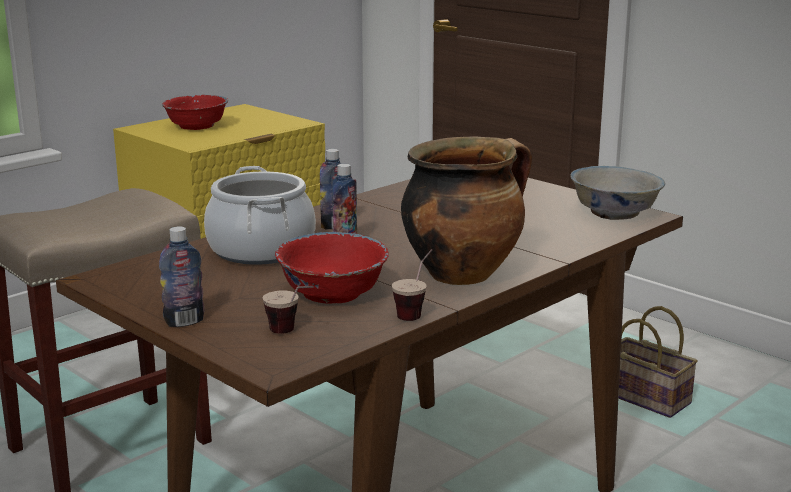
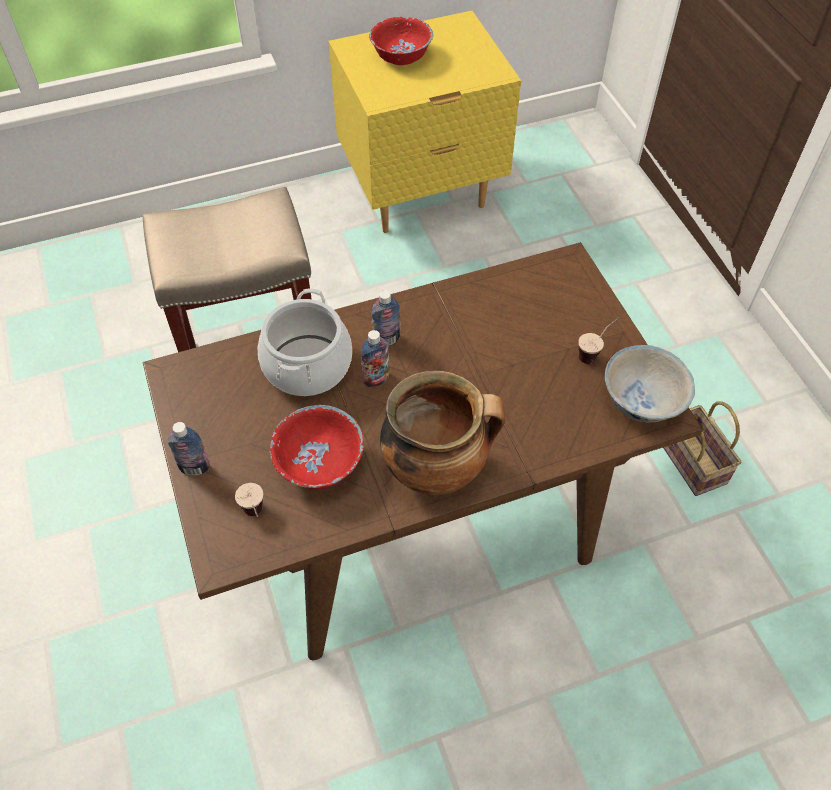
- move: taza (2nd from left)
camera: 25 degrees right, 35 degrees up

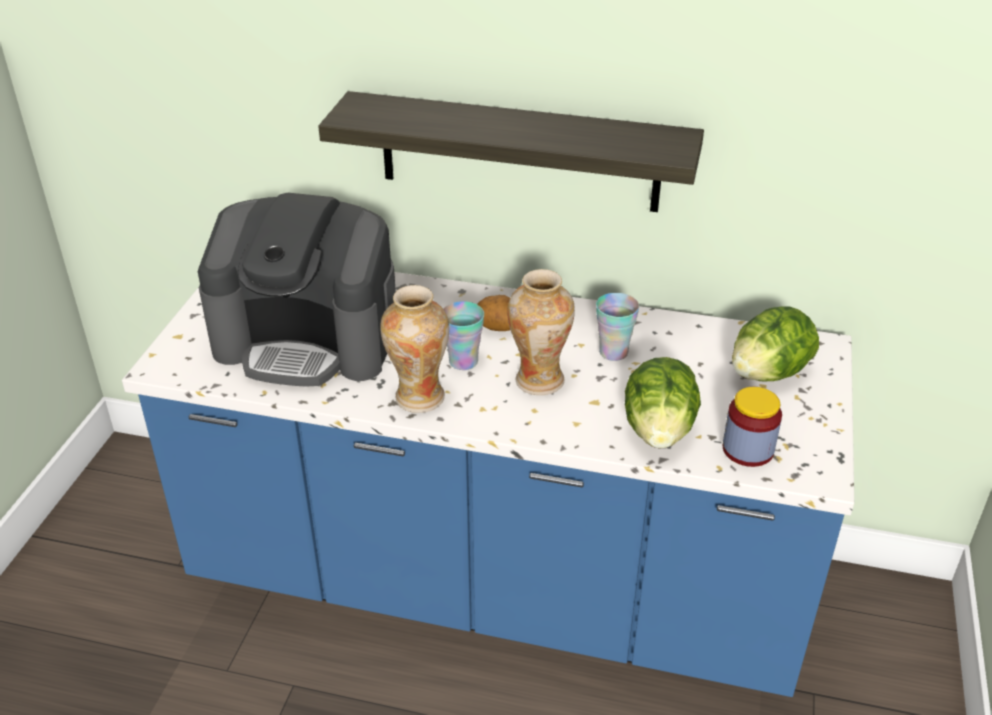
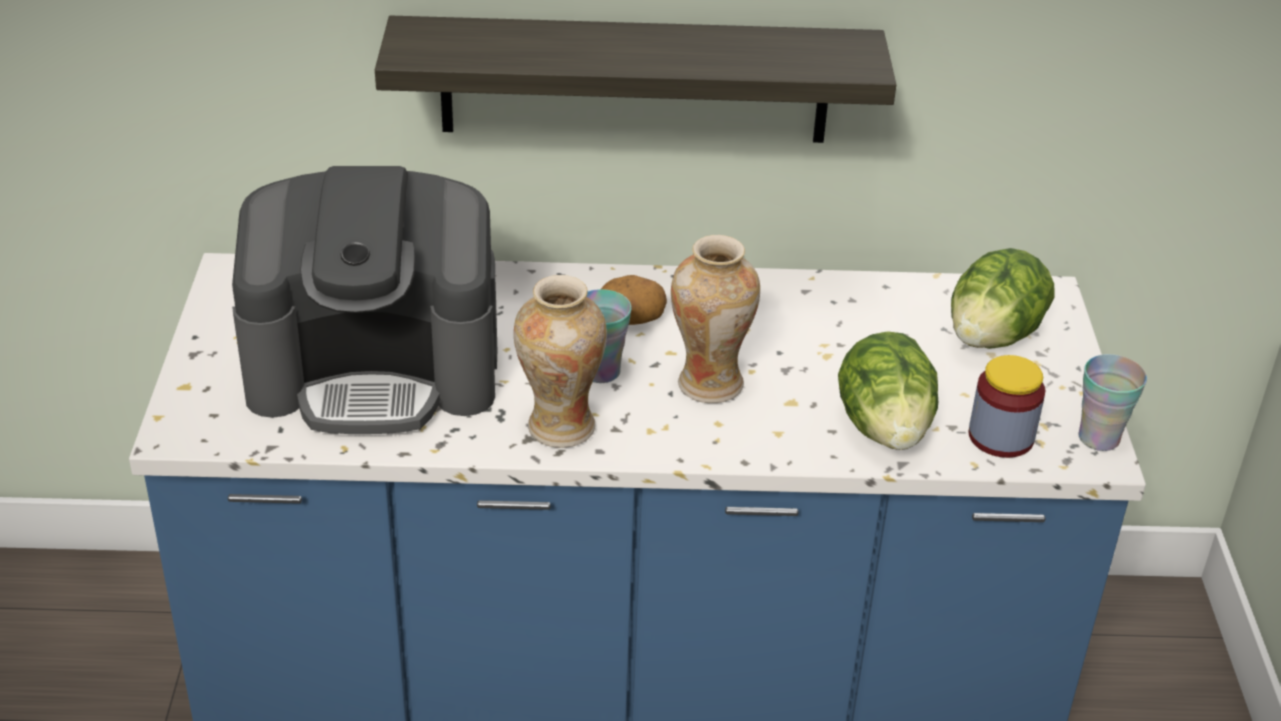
- move: taza (2nd from left)
camera: 15 degrees left, 0 degrees up

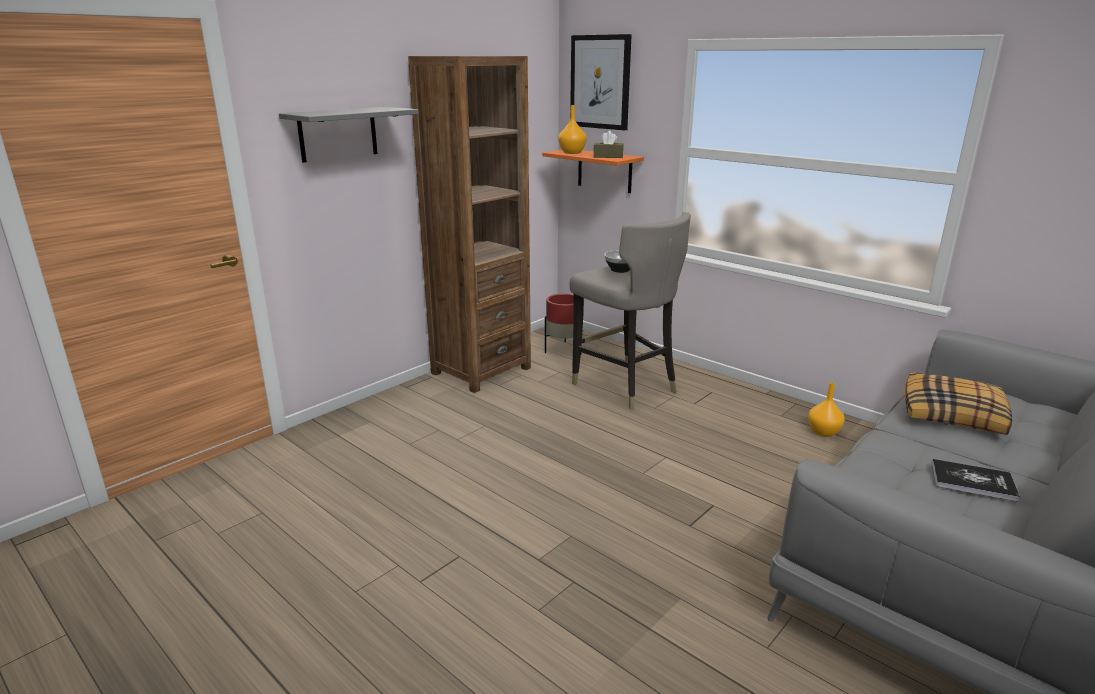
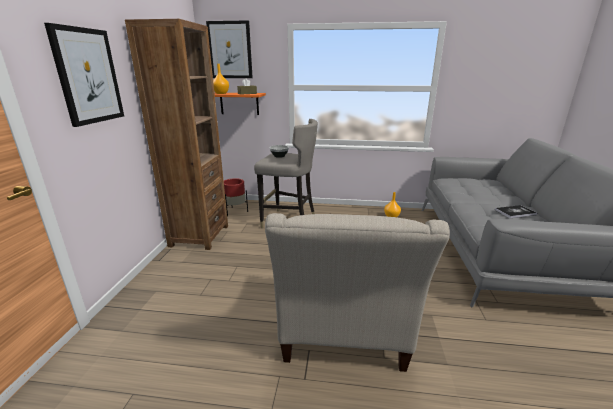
- delete: cojín
- insert: sillón/beis
- replace: estante/gris to cuadro (1st from left)
camera: 35 degrees left, 0 degrees up

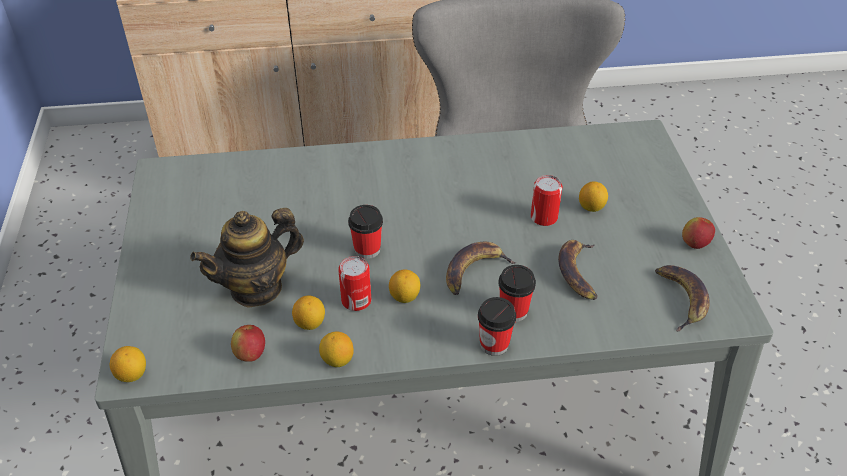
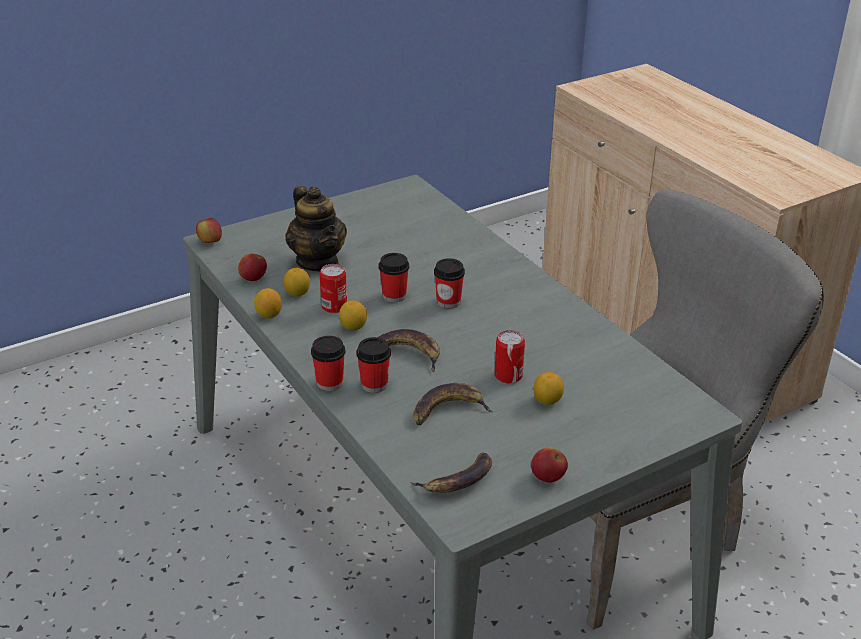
- insert: taza (4th from left)
- replace: limón (1st from left) to manzana (1st from left)
- rotate: tetera 150 degrees counterclockwise
camera: 65 degrees right, 10 degrees down

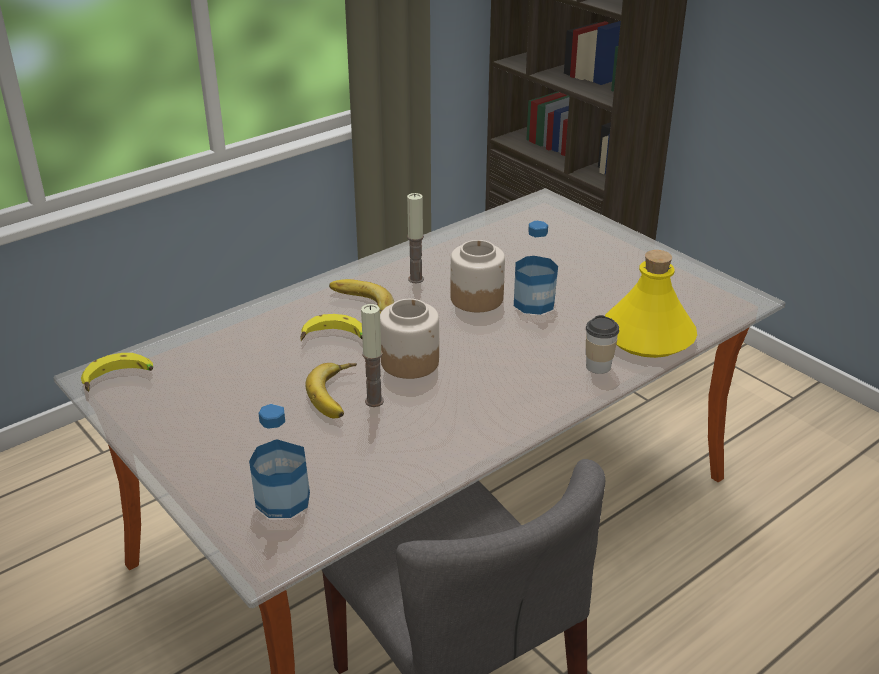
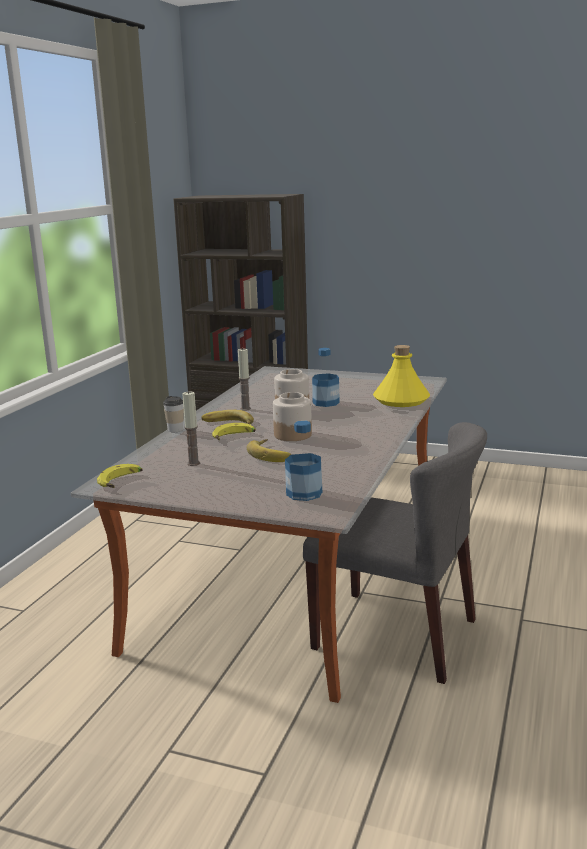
- move: vela (1st from left)
- move: taza
camera: 30 degrees left, 15 degrees down

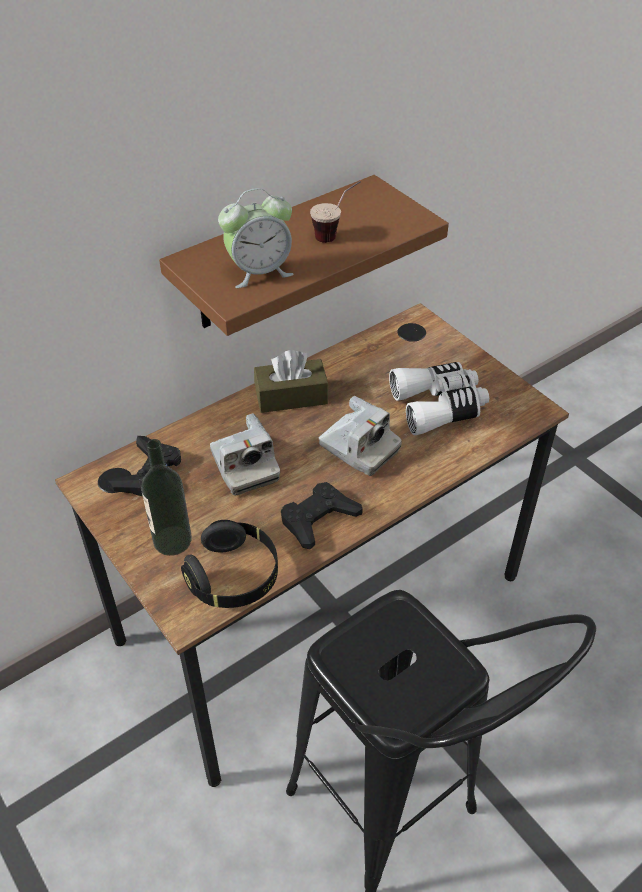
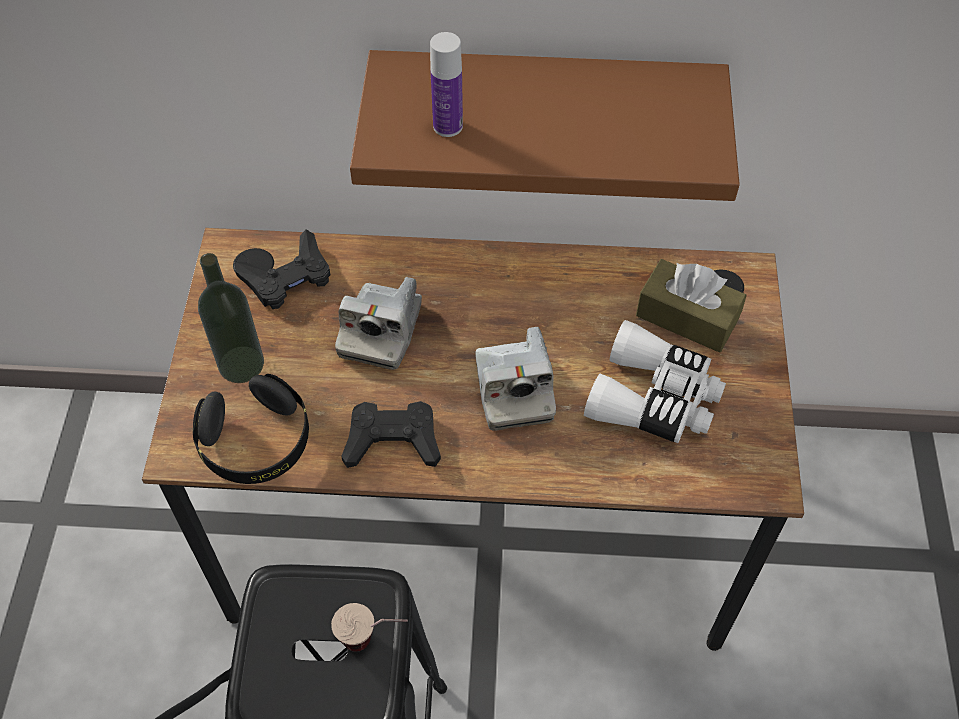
- move: caja de pañuelos/marrón
- move: taza
- replace: despertador to botella (2nd from left)
camera: 40 degrees right, 10 degrees up

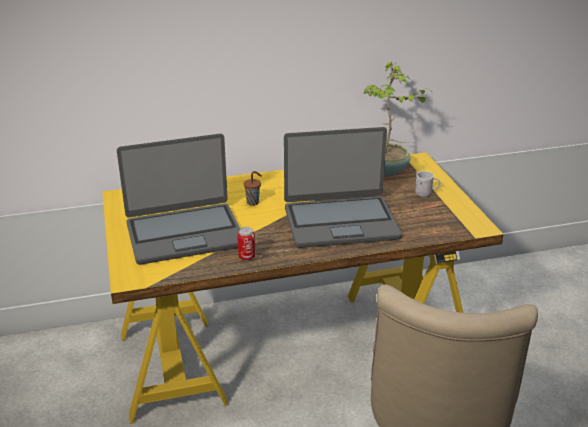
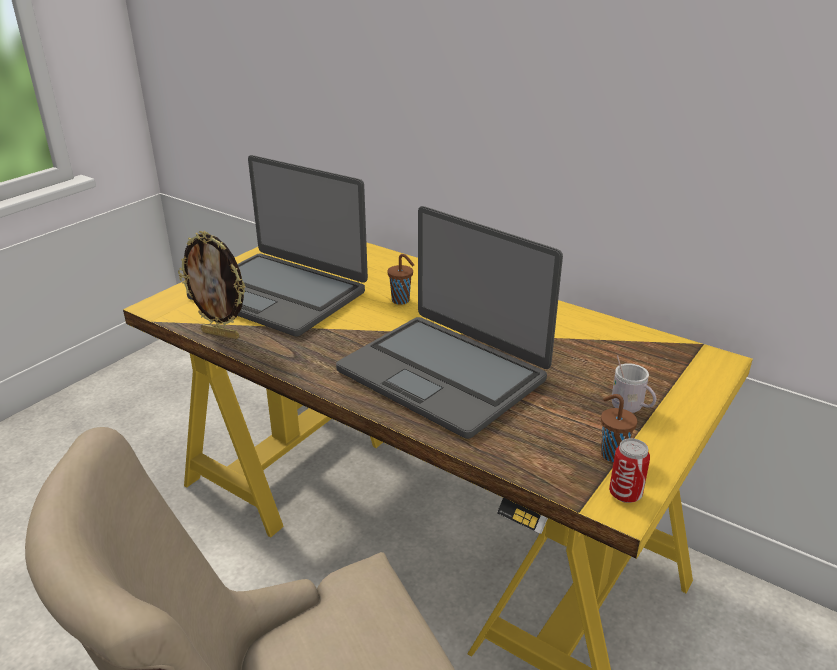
- delete: planta en maceta
- insert: portarretratos
- insert: taza/marrón (2nd from left)
- move: lata
camera: 50 degrees right, 0 degrees up

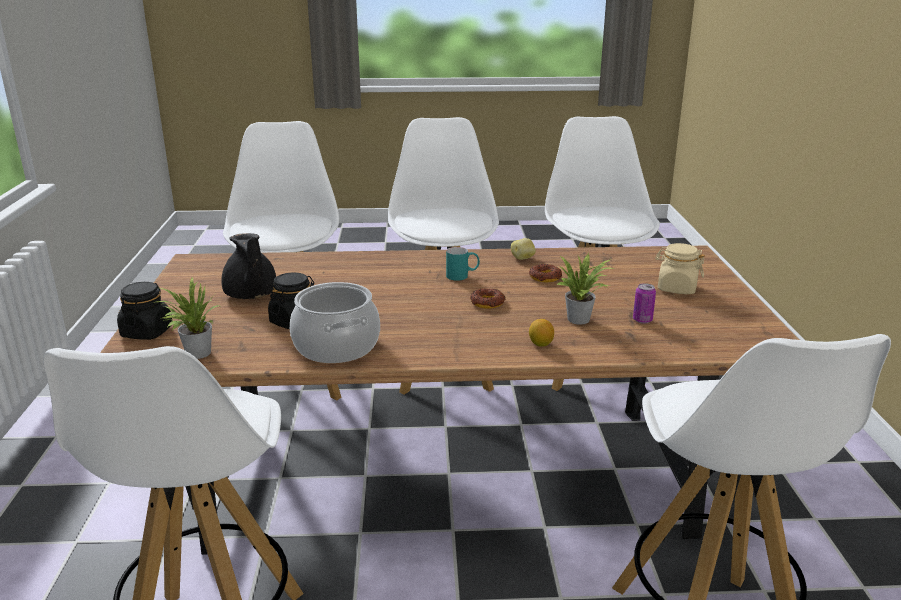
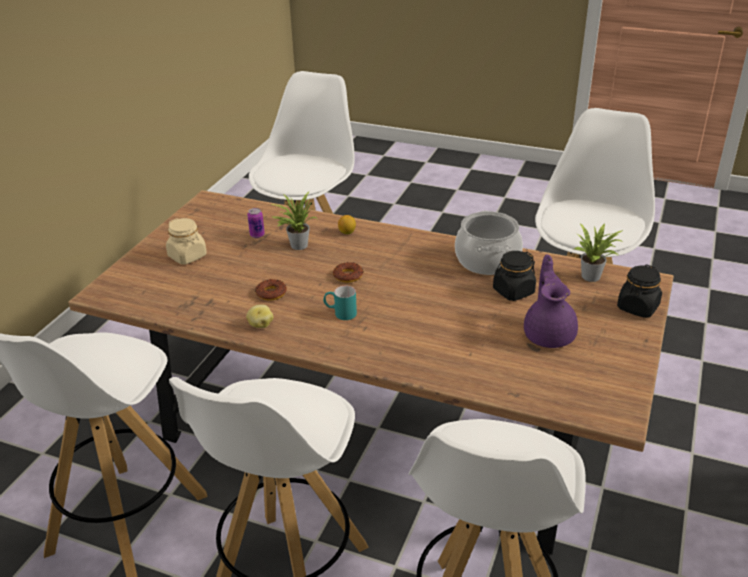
- recolor: tetera/negro to tetera/morado
camera: 155 degrees left, 10 degrees up

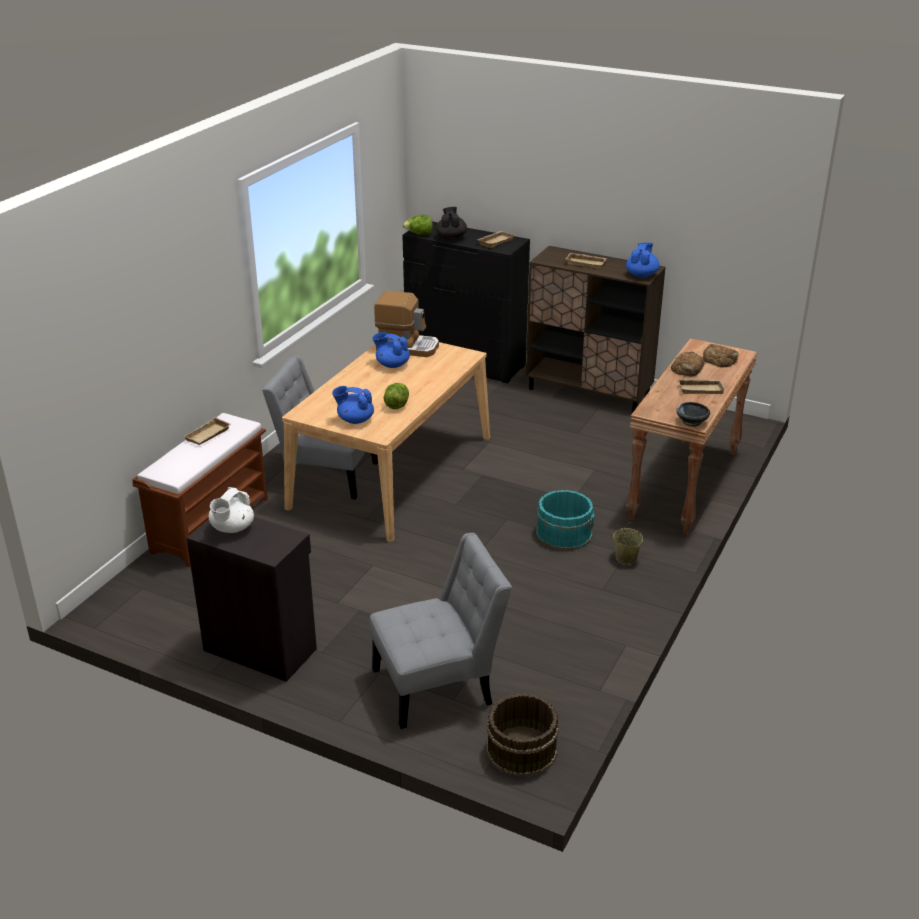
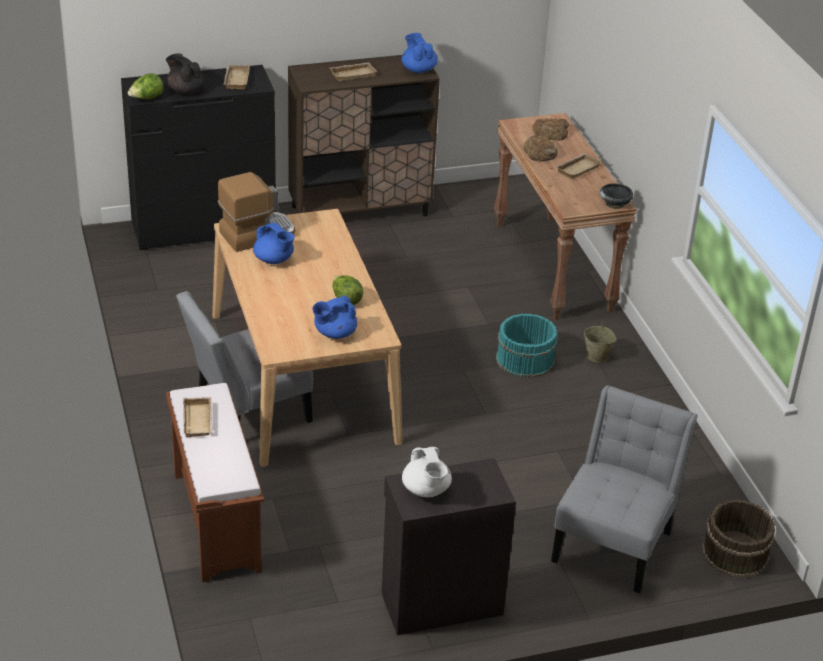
- rotate: tetera/azul (2nd from left in the first image) 120 degrees counterclockwise
camera: 45 degrees left, 5 degrees up

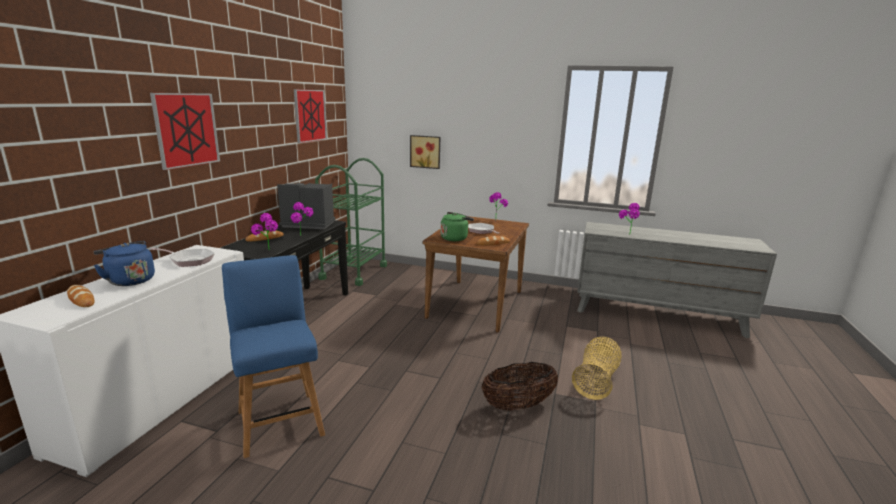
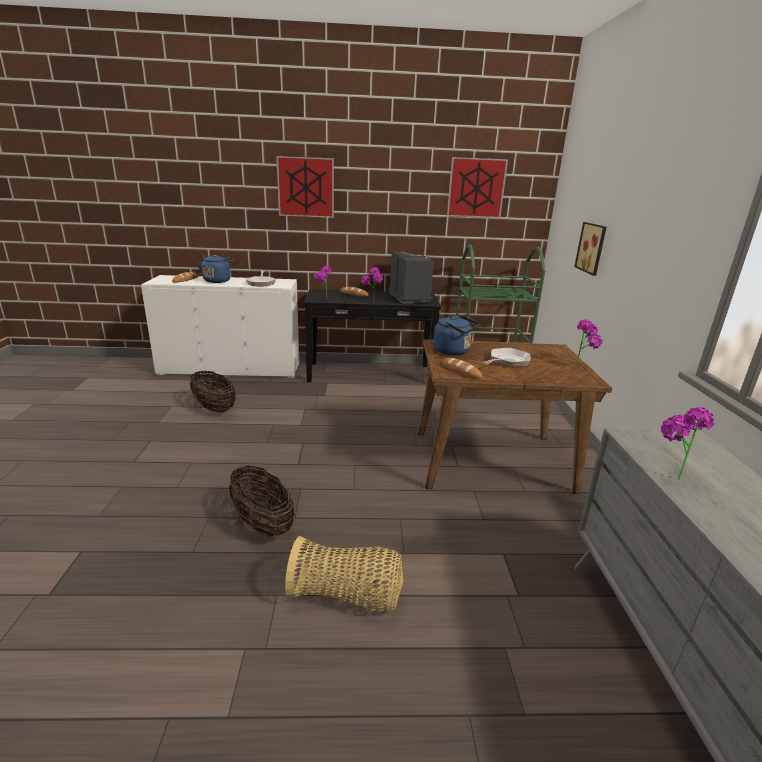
- replace: silla/azul to cesta (1st from left)
- recolor: hervidor/verde to hervidor/azul (2nd from left)
camera: 70 degrees right, 5 degrees up

